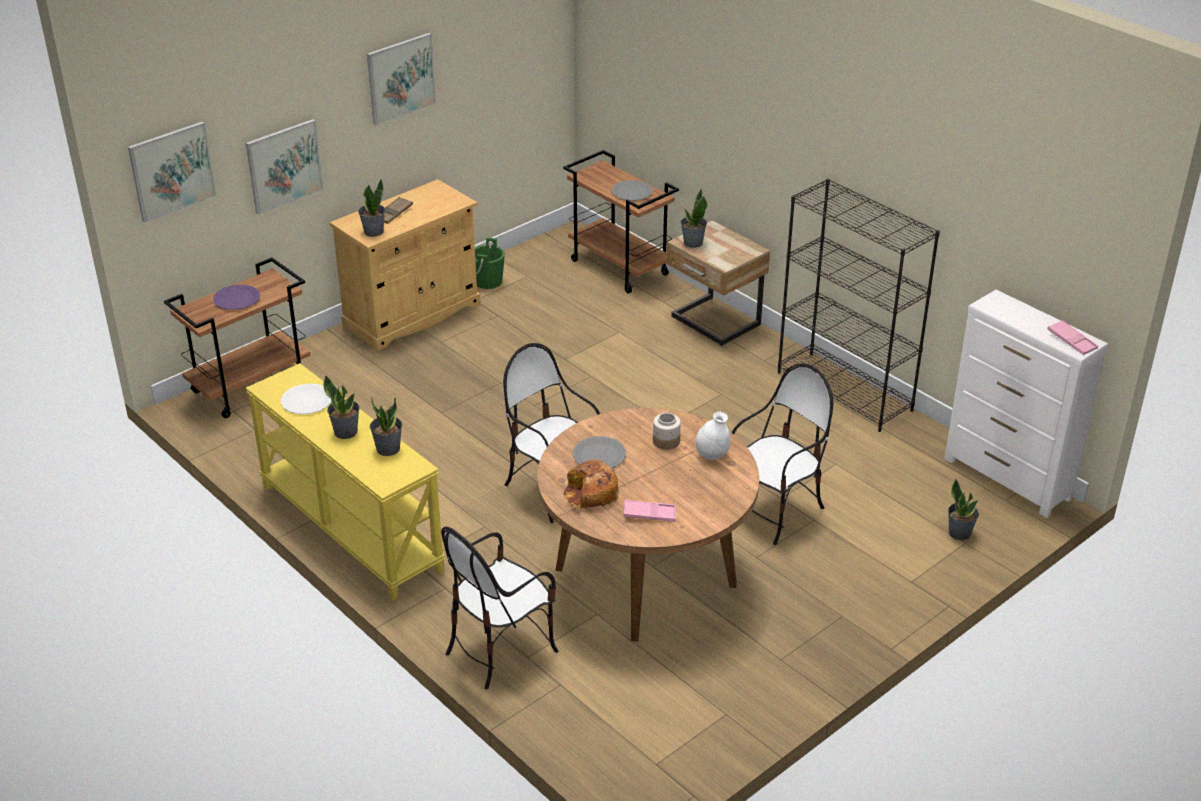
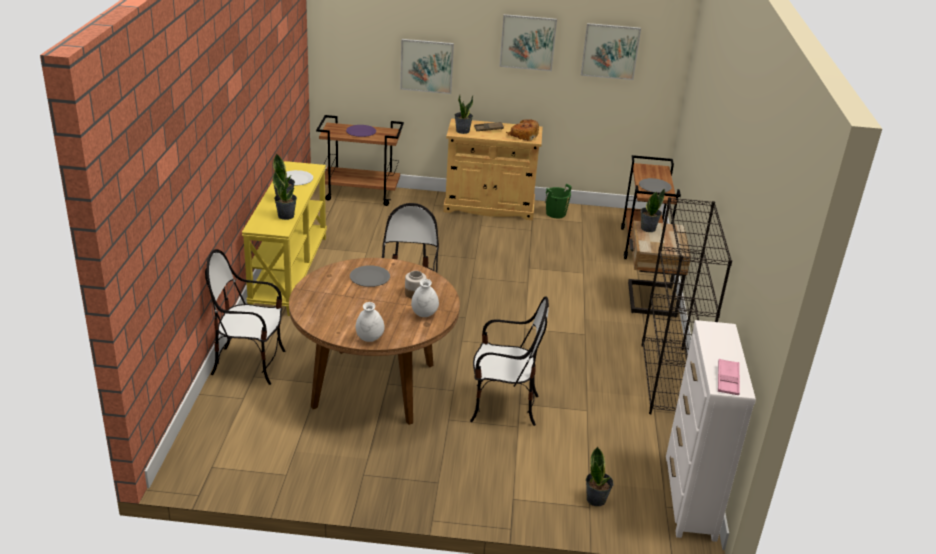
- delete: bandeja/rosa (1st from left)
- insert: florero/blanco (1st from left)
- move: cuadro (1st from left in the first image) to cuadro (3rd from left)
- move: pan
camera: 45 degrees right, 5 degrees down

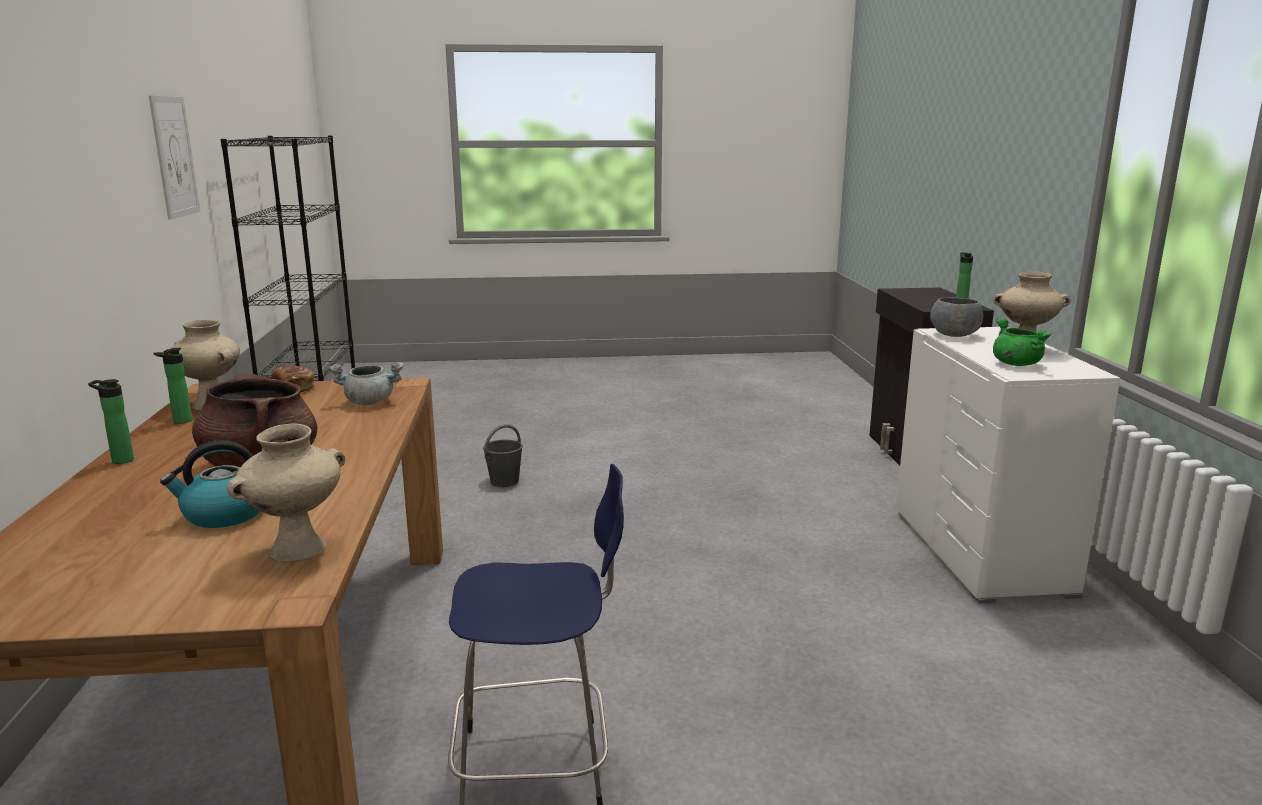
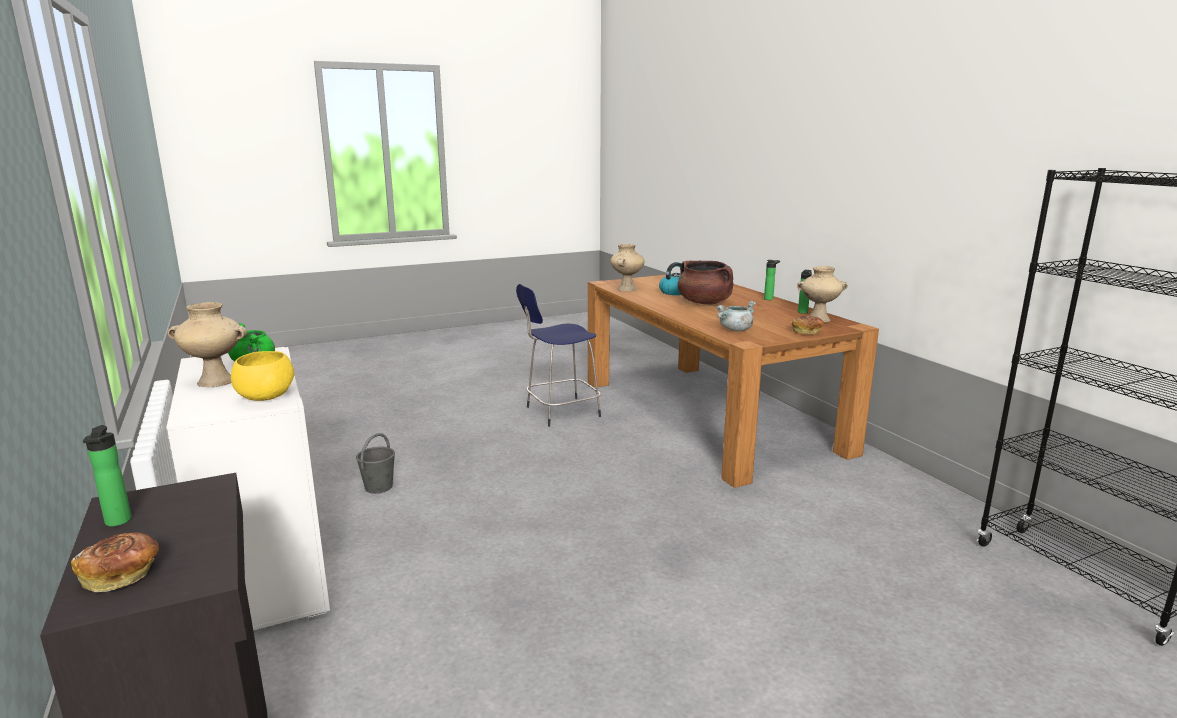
- delete: cuadro
- insert: pan (1st from left)
- move: cubo/gris
- recolor: cuenco/gris to cuenco/amarillo
camera: 160 degrees right, 0 degrees up

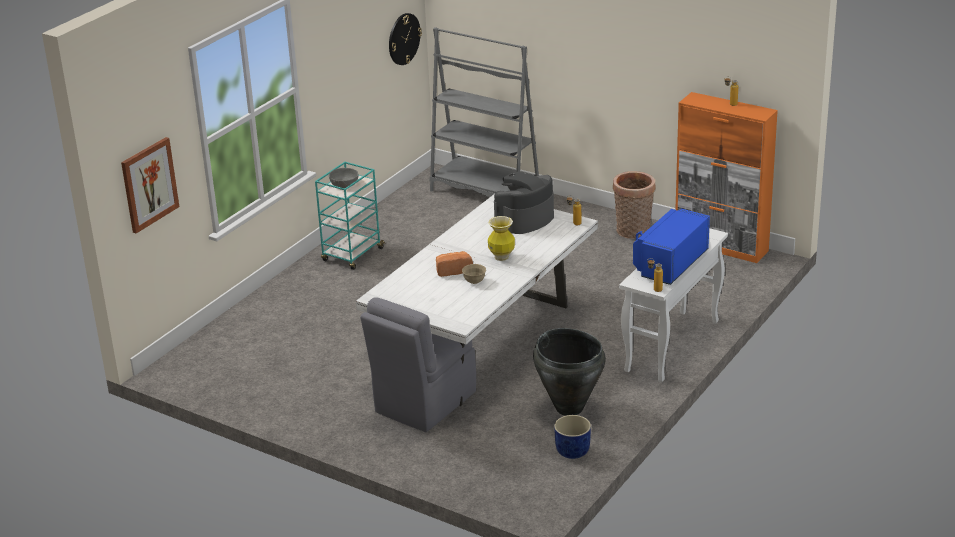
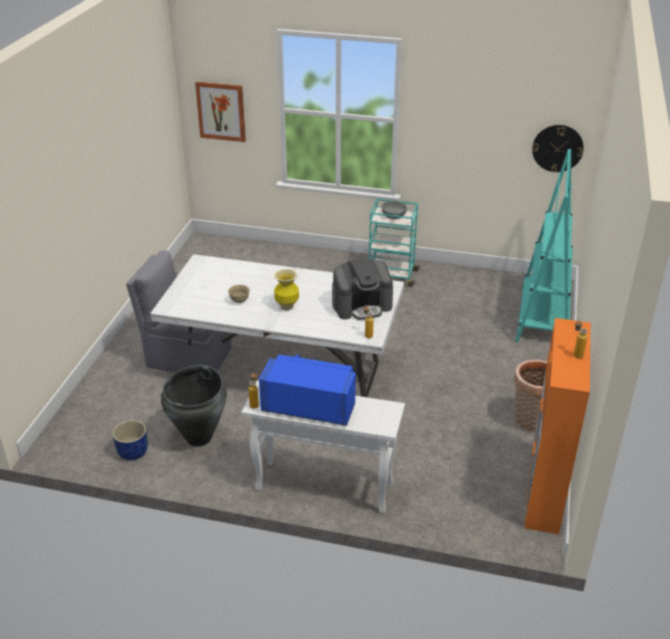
- delete: pan
- recolor: estantería/gris to estantería/turquesa
- rotate: cafetera 135 degrees clockwise
camera: 70 degrees right, 5 degrees up

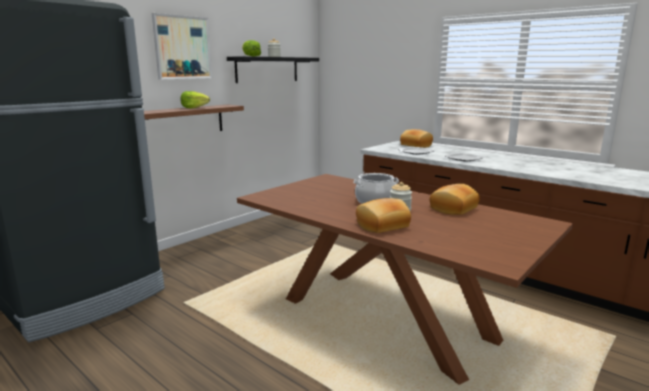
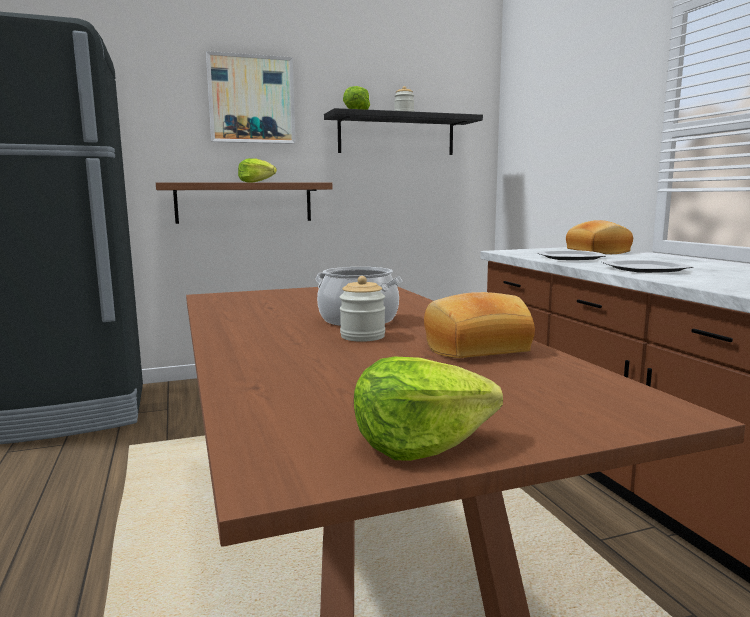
- delete: pan (1st from left)
- insert: lechuga (3rd from left)
camera: 30 degrees right, 5 degrees down

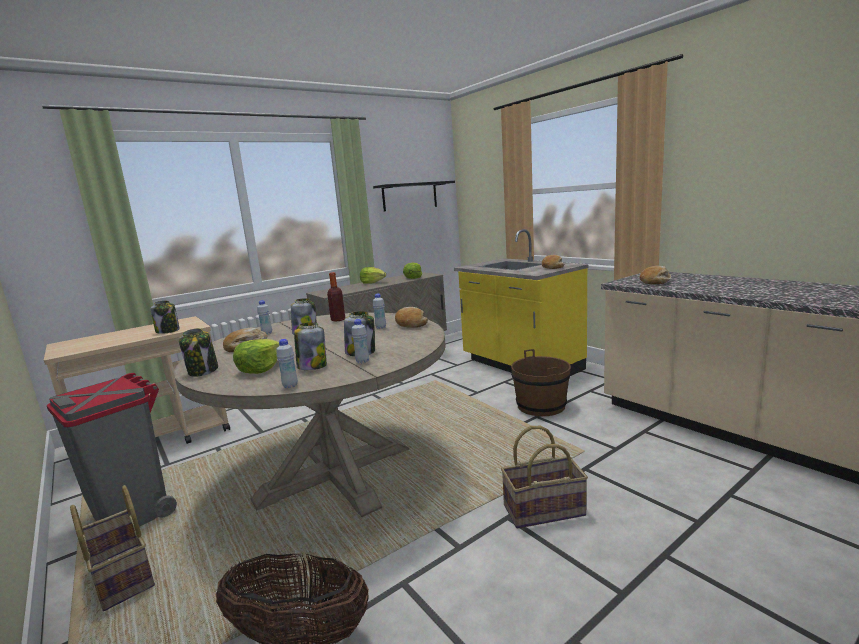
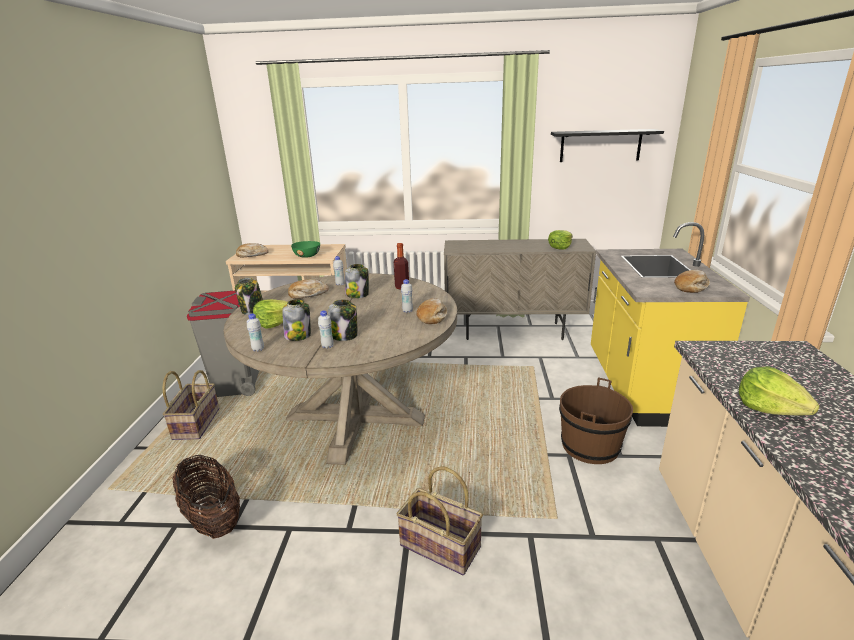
- move: lechuga (2nd from left in the first image) to lechuga (3rd from left)
- move: pan (4th from left in the first image) to pan (1st from left)
- replace: tarro (1st from left) to cuenco/verde
camera: 40 degrees right, 10 degrees up

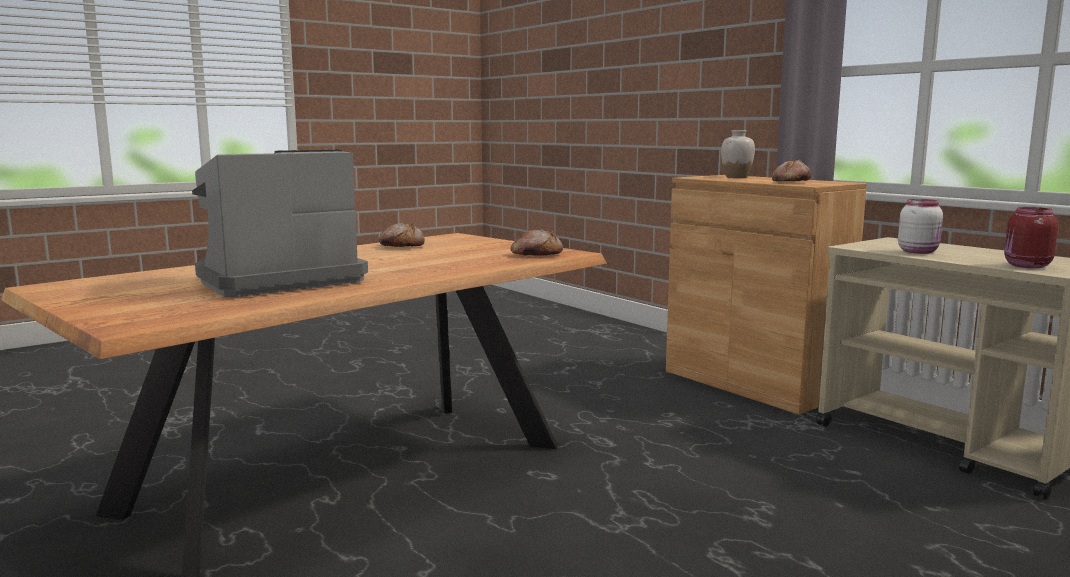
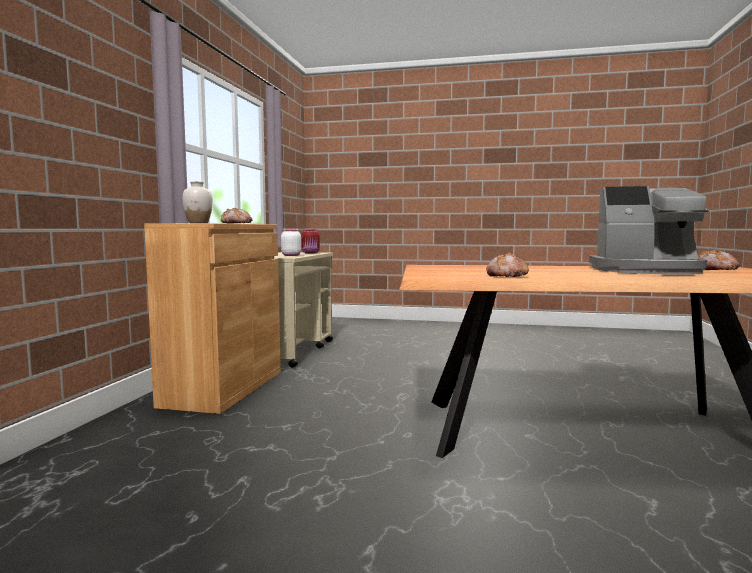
- move: pan (2nd from left in the first image) to pan (3rd from left)
camera: 130 degrees left, 5 degrees down

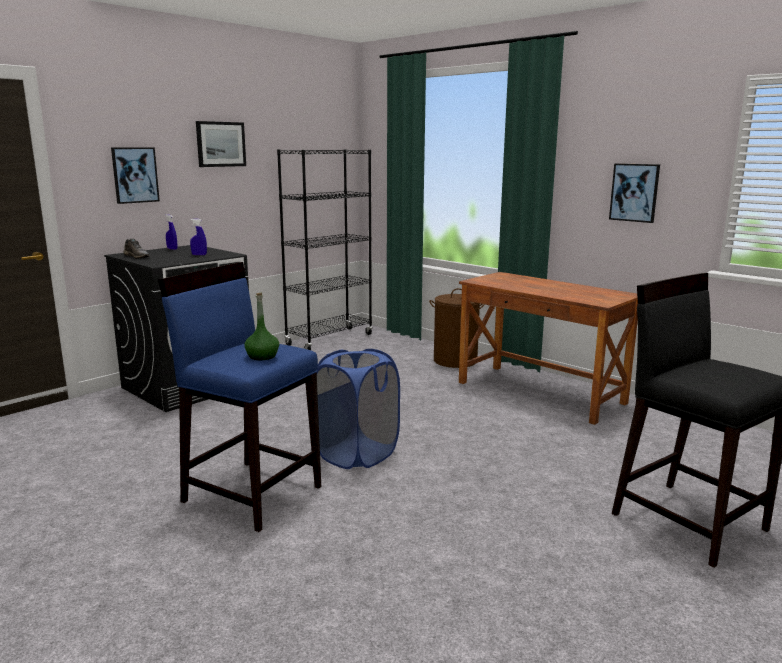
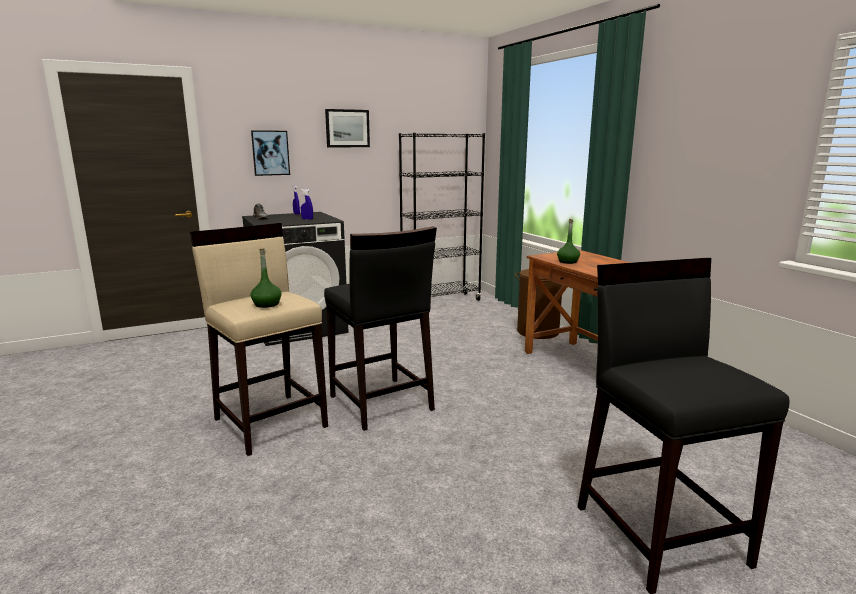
- delete: cuadro (3rd from left)
- insert: botella/verde (2nd from left)
- replace: cesto de la ropa/azul to taburete/negro (1st from left)
- recolor: taburete/azul to taburete/beis
camera: 20 degrees right, 0 degrees up

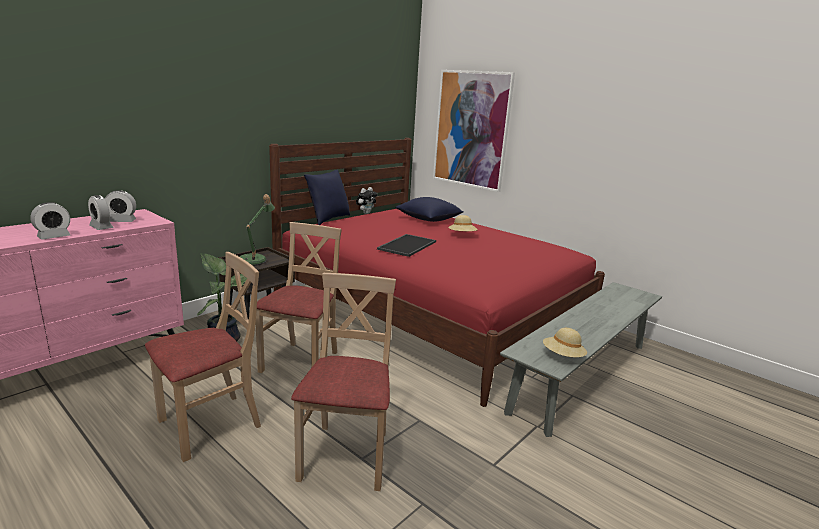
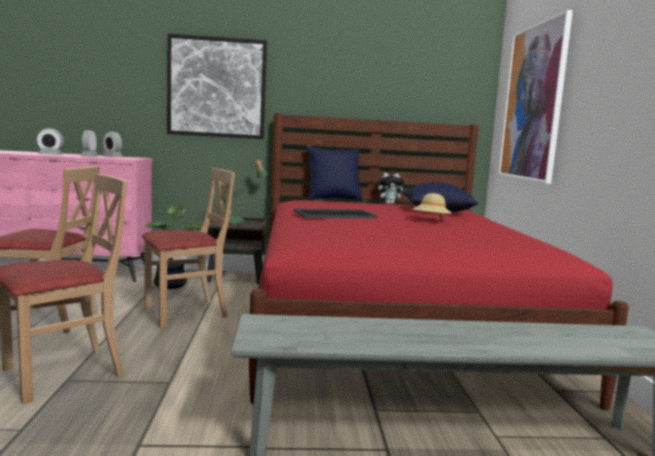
- delete: sombrero/beis (2nd from left)
- insert: cuadro (1st from left)
camera: 45 degrees right, 10 degrees down

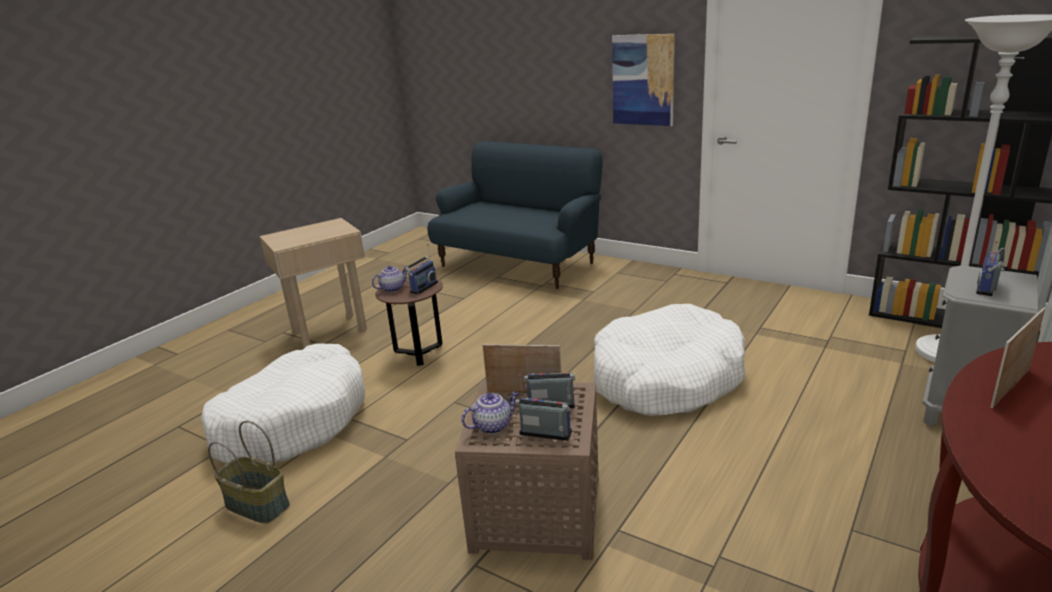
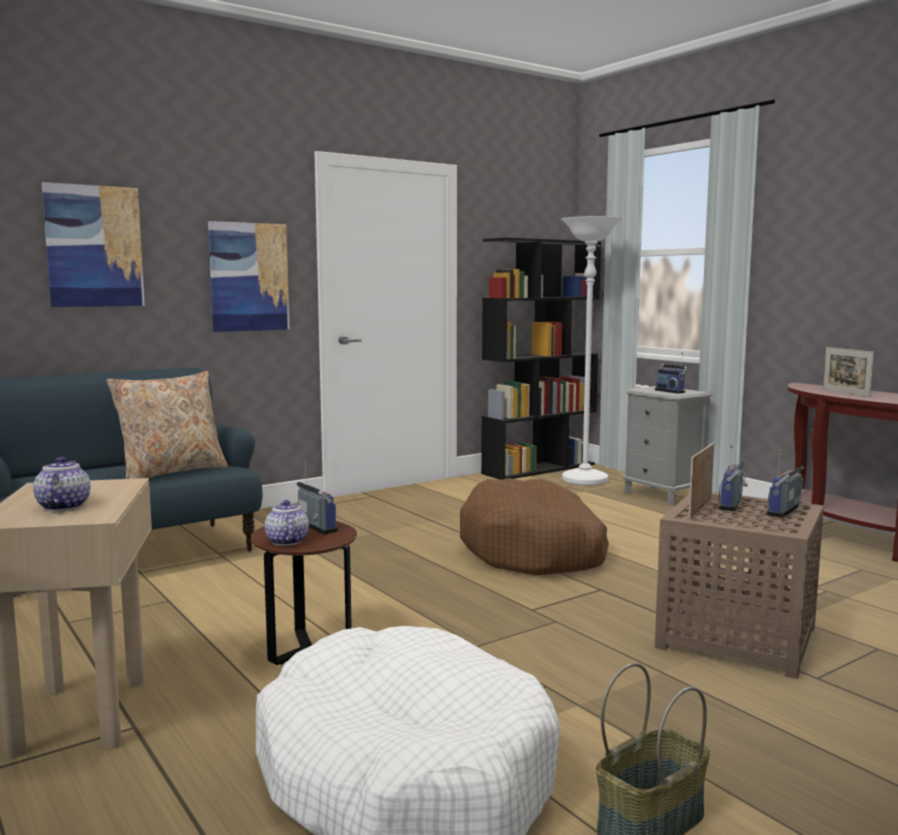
- insert: cuadro (1st from left)
- insert: cojín/beis
- move: tetera (2nd from left in the first image) to tetera (1st from left)
- recolor: cama para perro/blanco (2nd from left) to cama para perro/marrón
camera: 70 degrees left, 15 degrees down

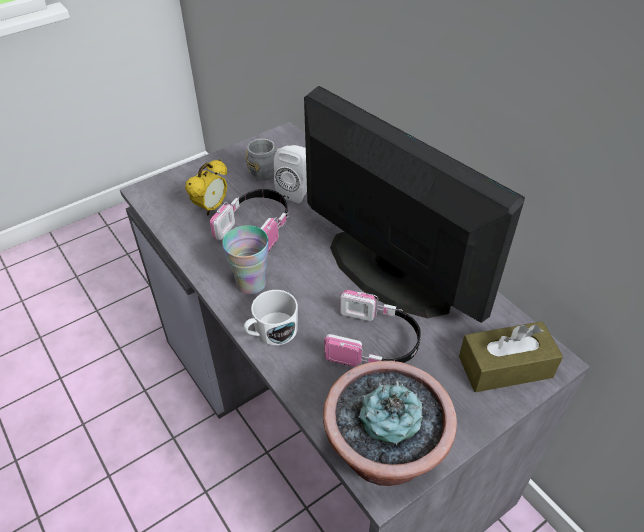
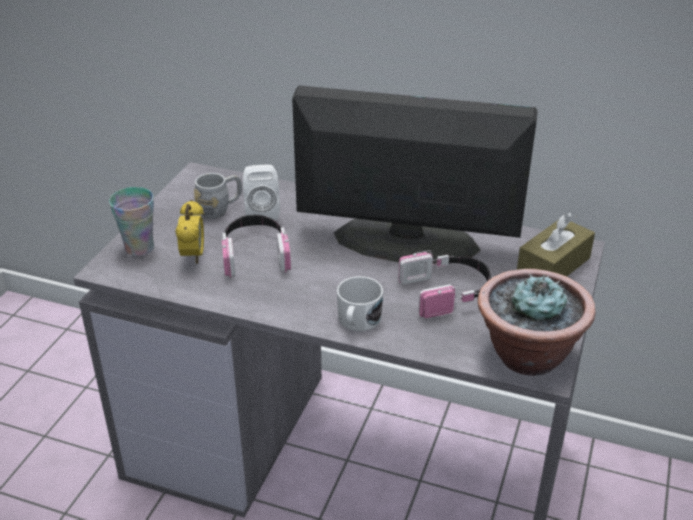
- move: taza
camera: 35 degrees left, 10 degrees down

